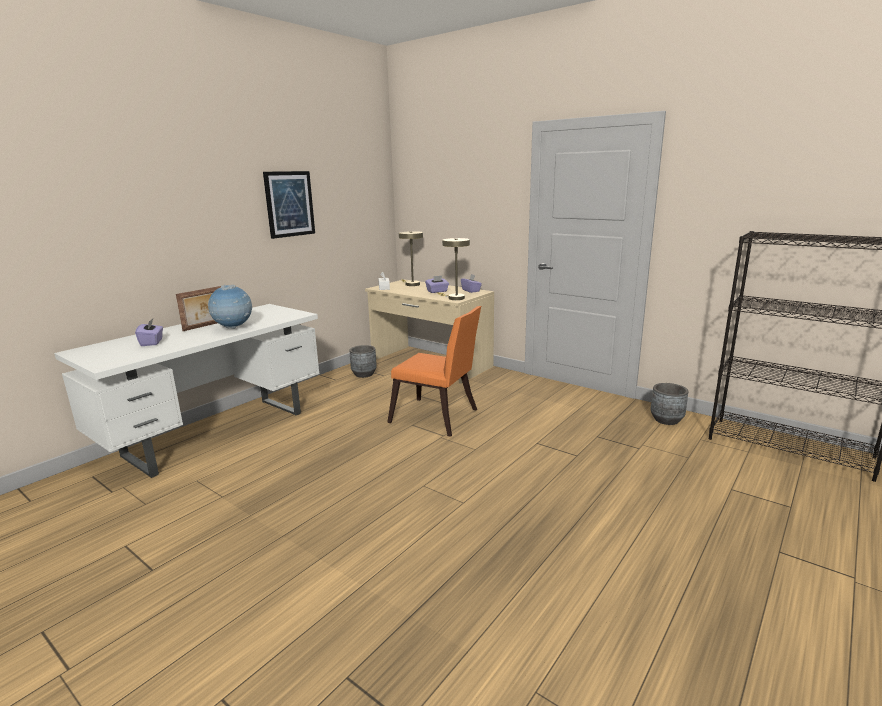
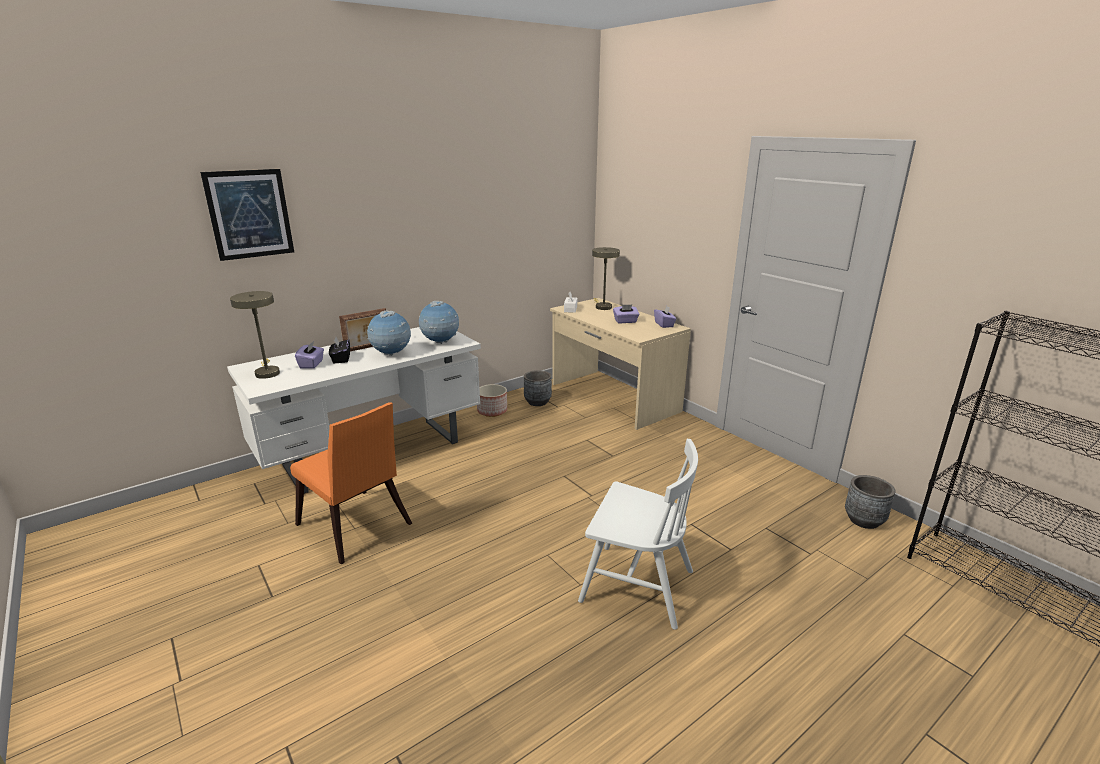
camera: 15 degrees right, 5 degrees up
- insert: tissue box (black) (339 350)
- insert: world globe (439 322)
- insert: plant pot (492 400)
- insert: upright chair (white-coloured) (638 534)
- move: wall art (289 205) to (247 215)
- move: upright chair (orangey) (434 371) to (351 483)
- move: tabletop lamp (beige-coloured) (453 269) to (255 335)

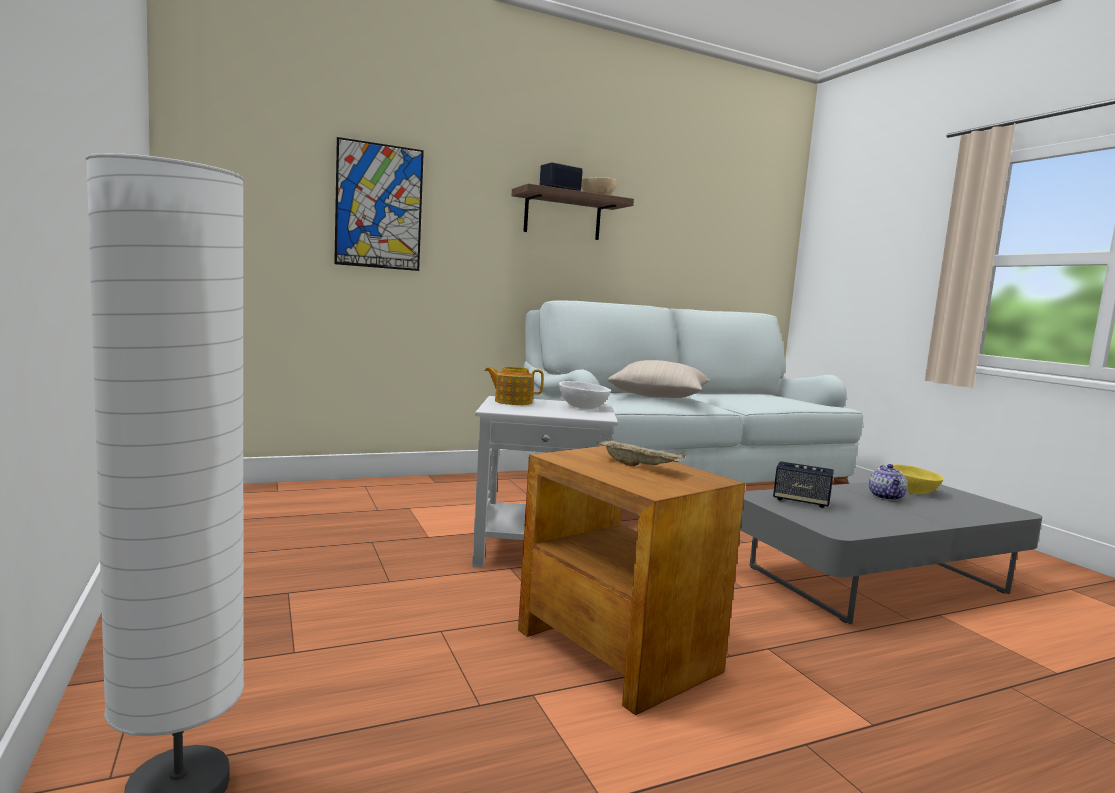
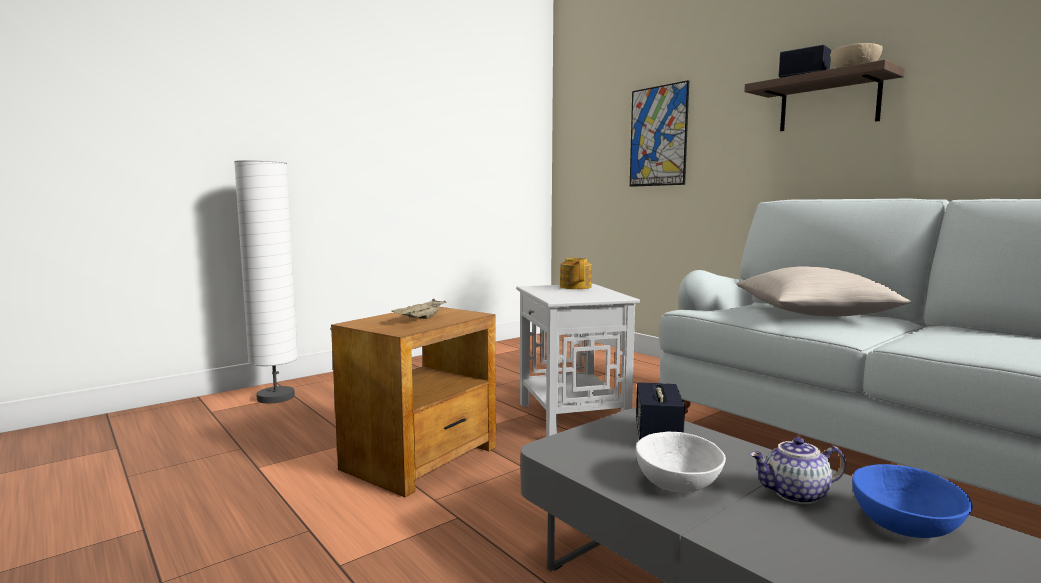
camera: 75 degrees right, 0 degrees up
- move: deep dish (white-coloured) (585 395) to (681 462)
- recolor: deep dish (yellowish) (918 479) to deep dish (blue-coloured) (912 501)

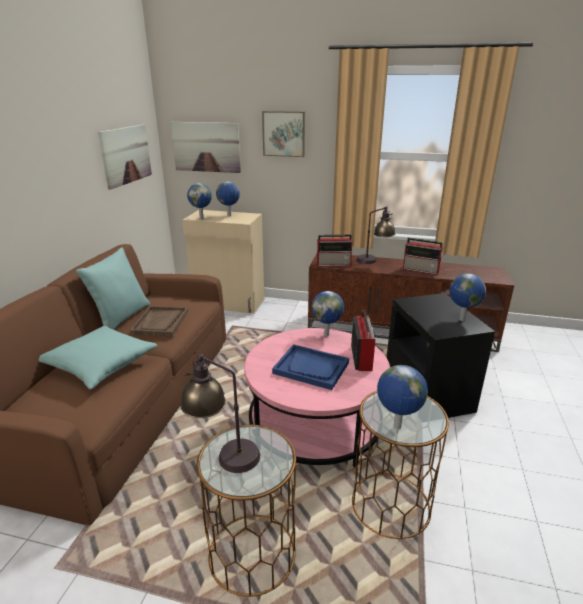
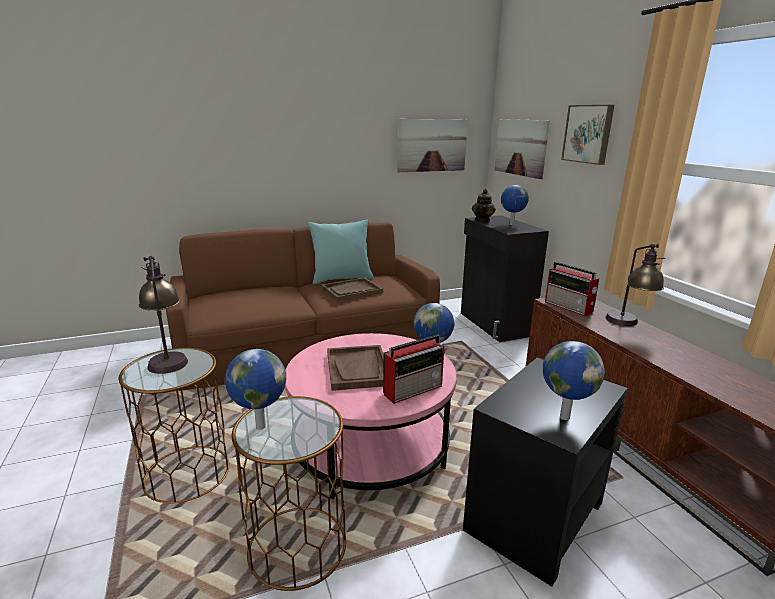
camera: 55 degrees right, 5 degrees down
- delete: pillow (turquoise-coloured) (98 358)
- delete: radio set (423 256)
- replace: world globe (199 201) to pot for tea (484 205)
- recolor: cabinet (beige-coloured) (223 262) to cabinet (black) (505 278)
- recolor: serving tray (blue-coloured) (310 367) to serving tray (brownish) (355 368)

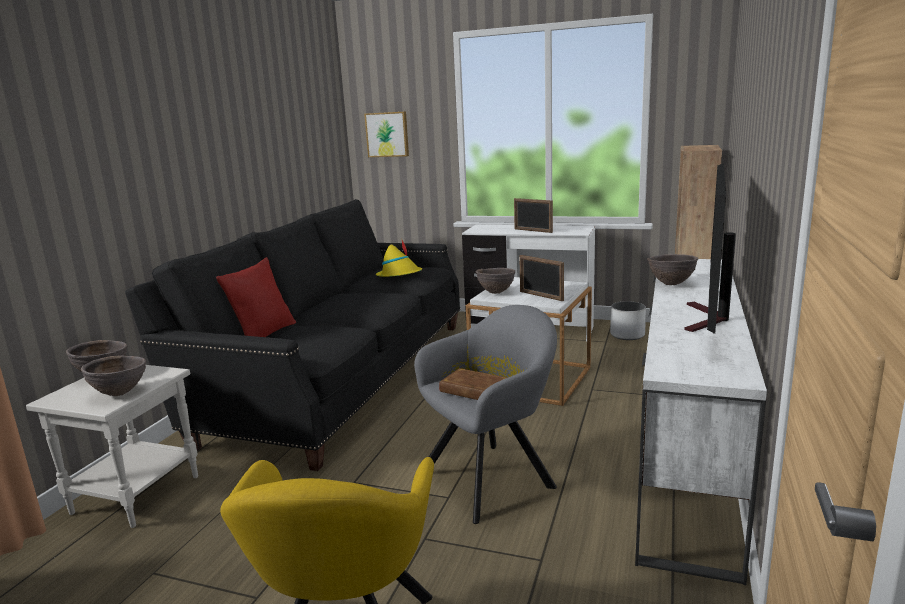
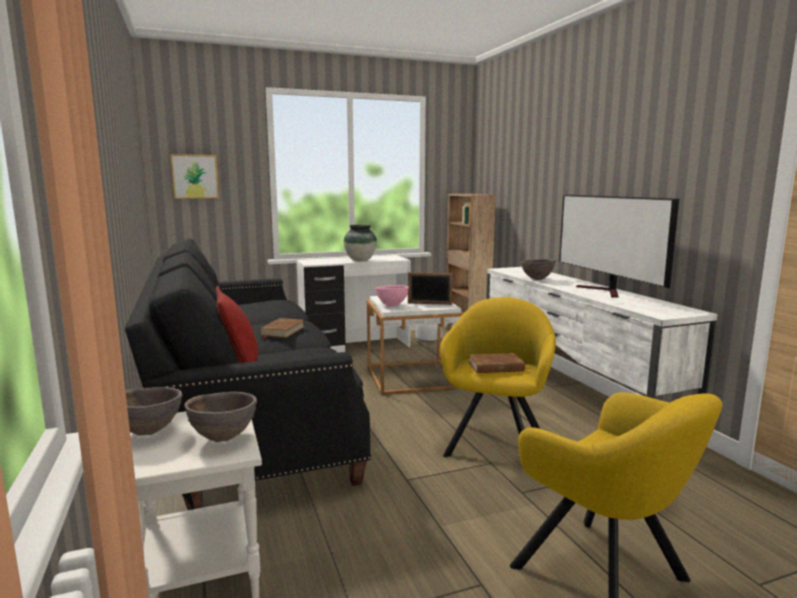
camera: 40 degrees left, 5 degrees down
- delete: clothing hat (yellowish) (399 258)
- insert: volume (brownish) (282 328)
- replace: standing frame (533 215) to vase (360 243)
- recolor: lounge chair (greyish) (485 414) to lounge chair (yellowish) (498 377)
- recolor: deep dish (brownish) (495 281) to deep dish (pinkish) (392 296)

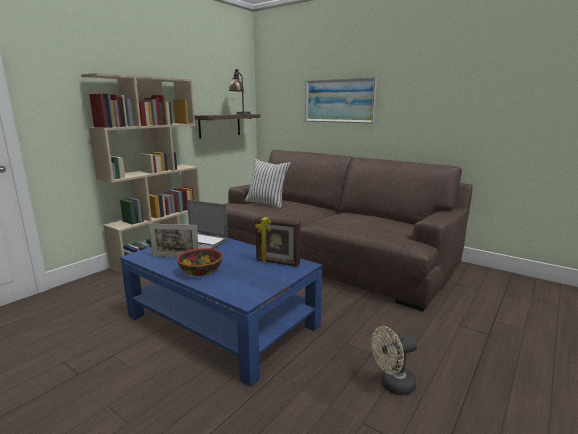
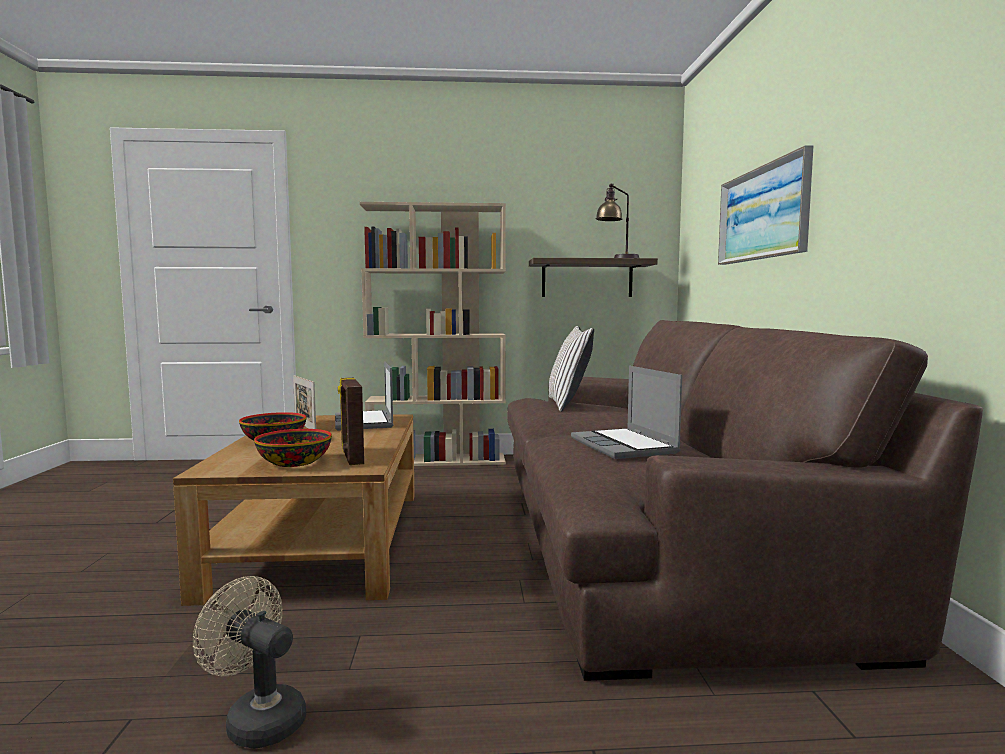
camera: 50 degrees right, 10 degrees down
- insert: deep dish (293 448)
- insert: laptop (626 412)
- recolor: lounge table (blue-coloured) (221 312) to lounge table (brownish) (294 510)

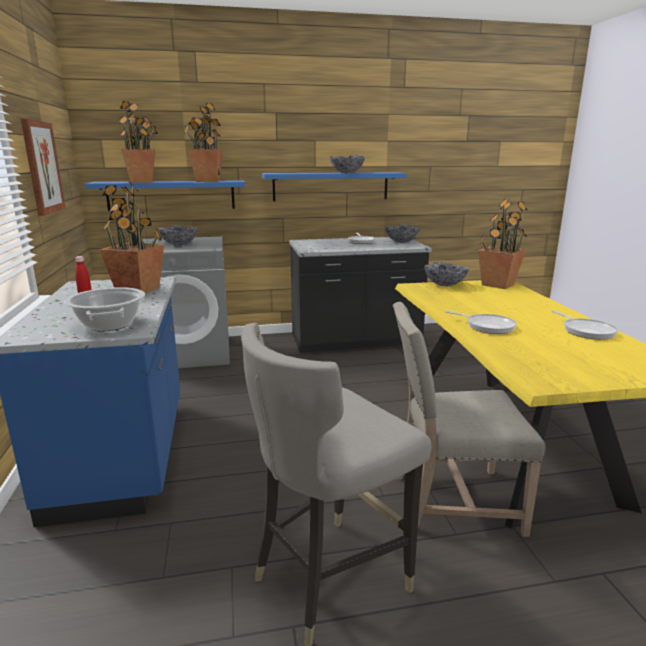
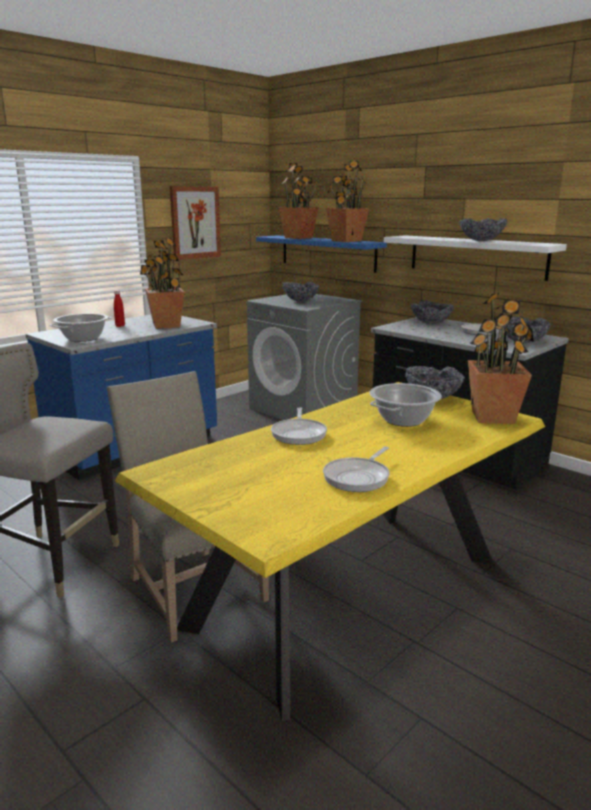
camera: 55 degrees right, 0 degrees up
- insert: saucepot (406 405)
- insert: deep dish (432 312)
- recolor: shelf (blue-coloured) (334 186) to shelf (white-coloured) (475 258)

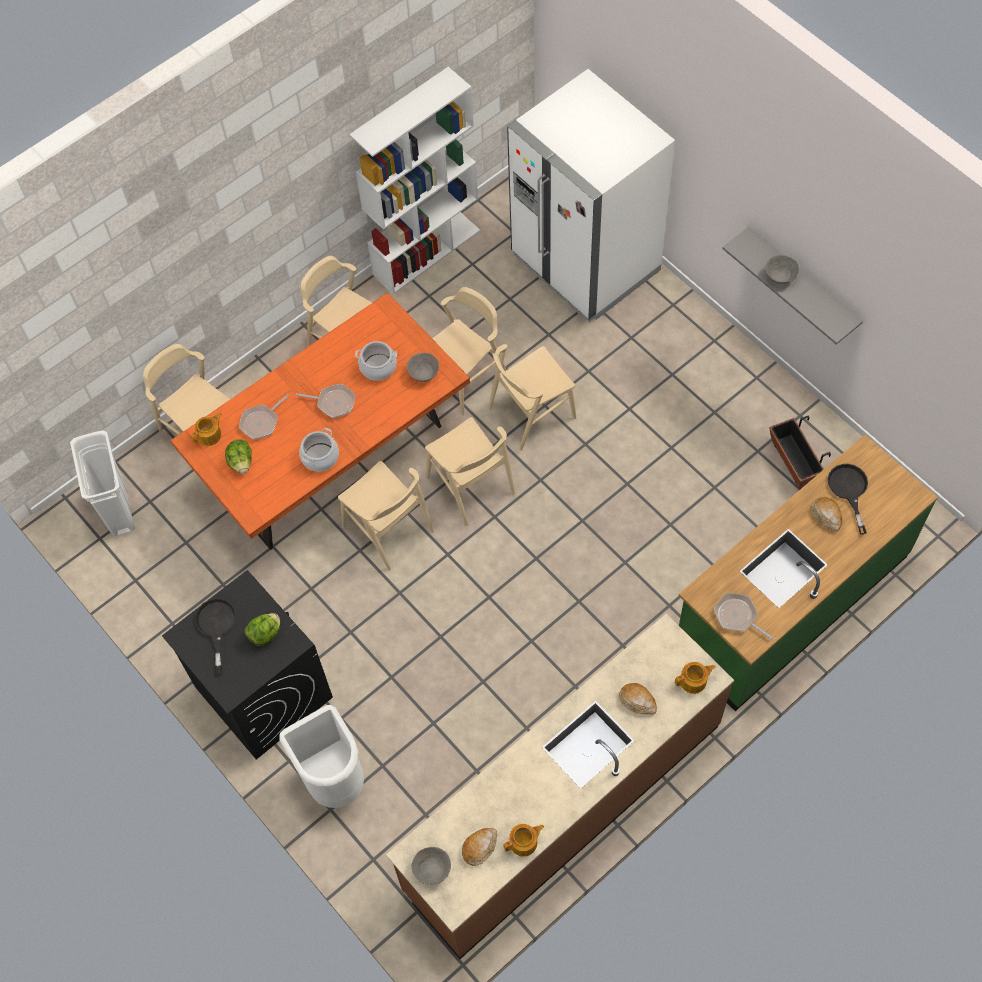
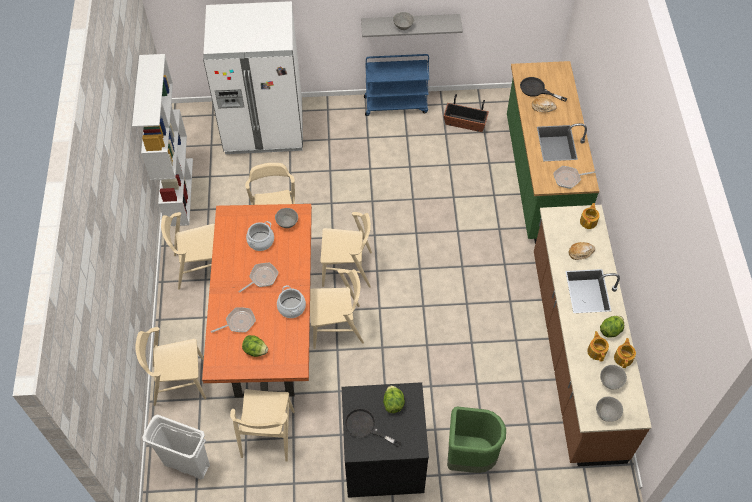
camera: 55 degrees left, 5 degrees down
- insert: trolley (blue-coloured) (396 85)
- insert: head of lettuce (612 327)
- move: pot for tea (206 429) to (598 346)
- move: upright chair (beige-coloured) (532 397) to (262 425)
- replace: baked bread (479 847) to deep dish (greyish) (613 377)
- recolor: rubbish bin (white-coloured) (321 756) to rubbish bin (greenish) (476 439)
- rotate: pan (264 417) = (233 320) 105 degrees counterclockwise

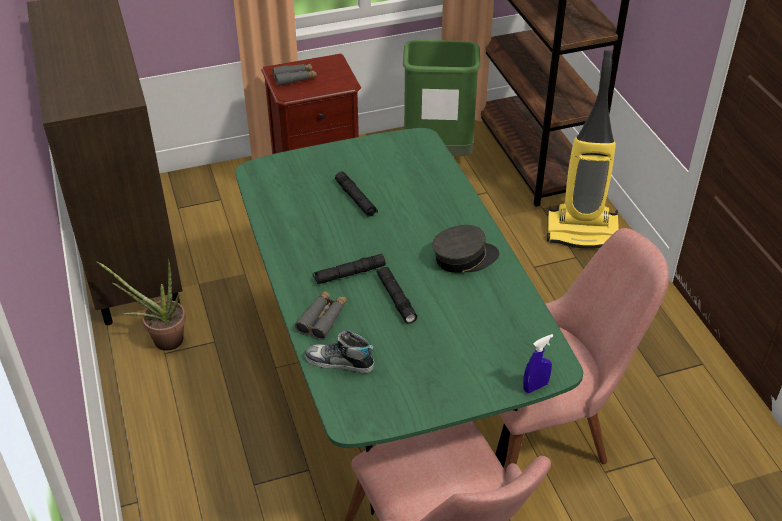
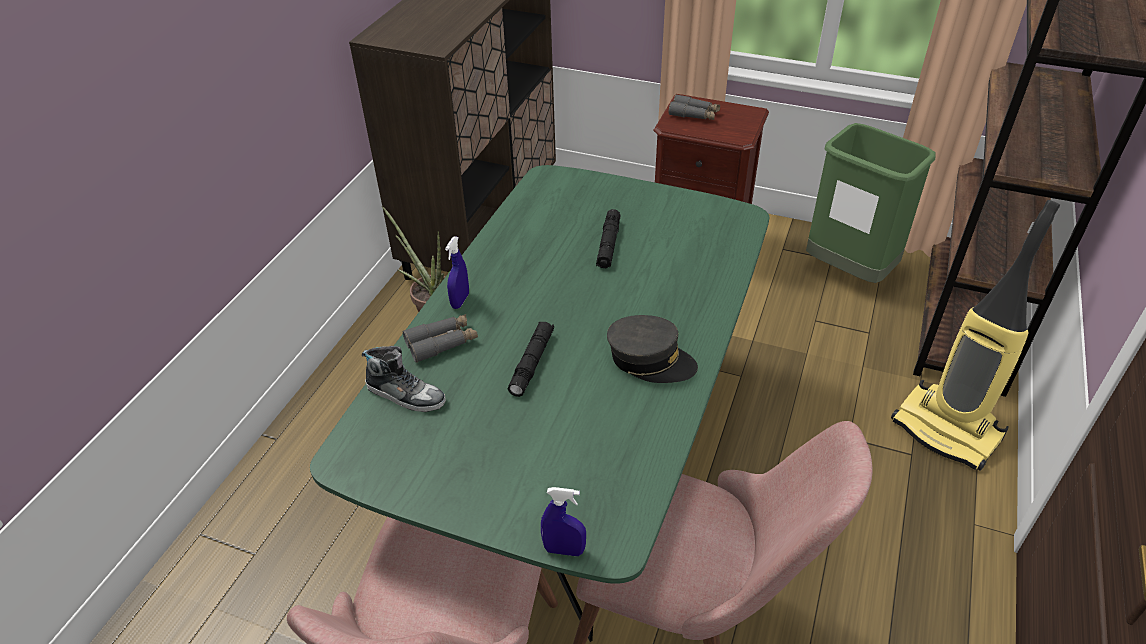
camera: 40 degrees right, 0 degrees up
- delete: torch (black) (349 269)
- insert: spray bottle (blue-coloured) (457 272)
- rotate: low shoe (339 352) = (404 379) 150 degrees clockwise

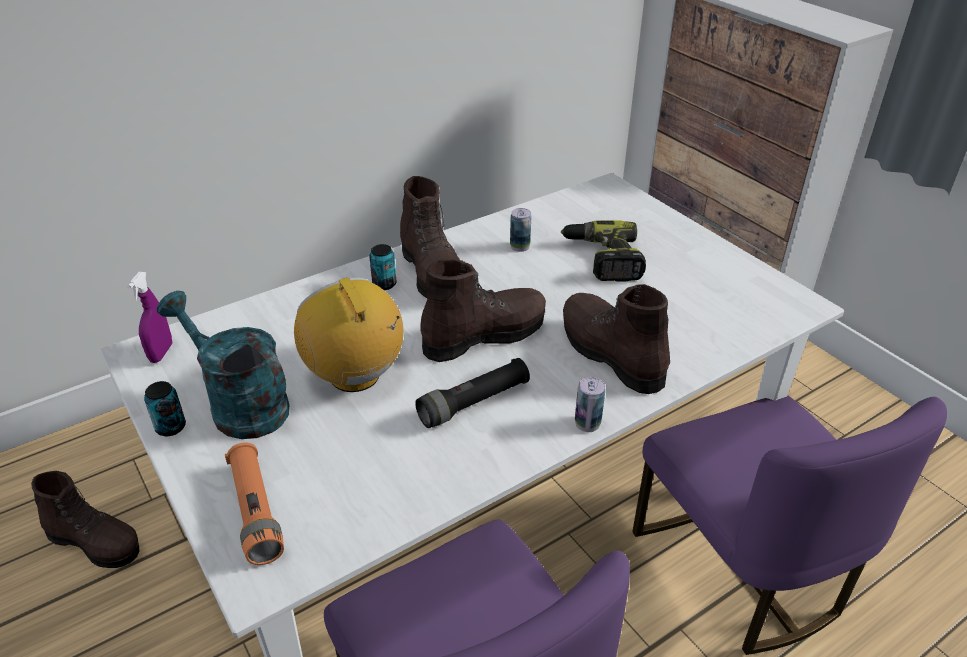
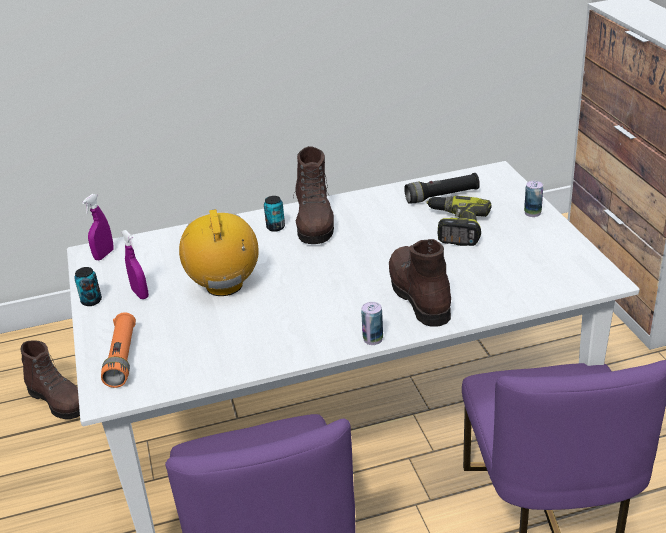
camera: 20 degrees right, 5 degrees down
- delete: tall boot (brownish) (483 310)
- move: torch (black) (472 393) to (442 188)
- move: sealed can (520 230) to (533 199)
- replace: sprinkling can (turquoise-coloured) (222 365) to spray bottle (purple) (135 264)

